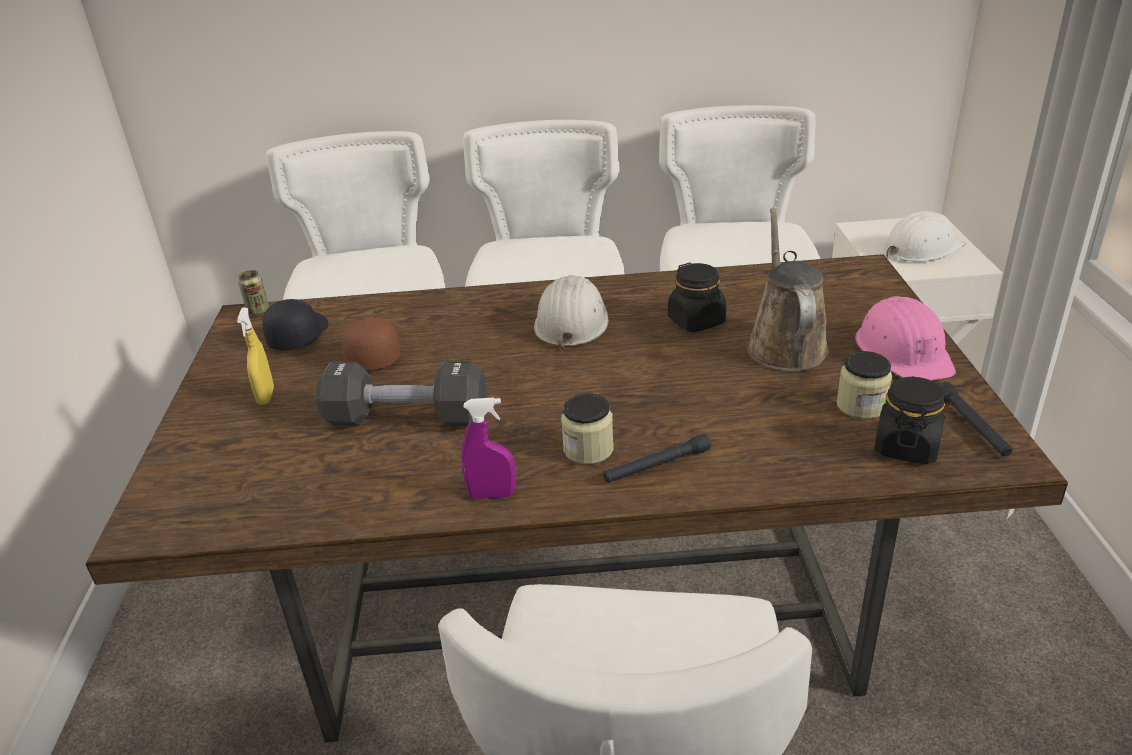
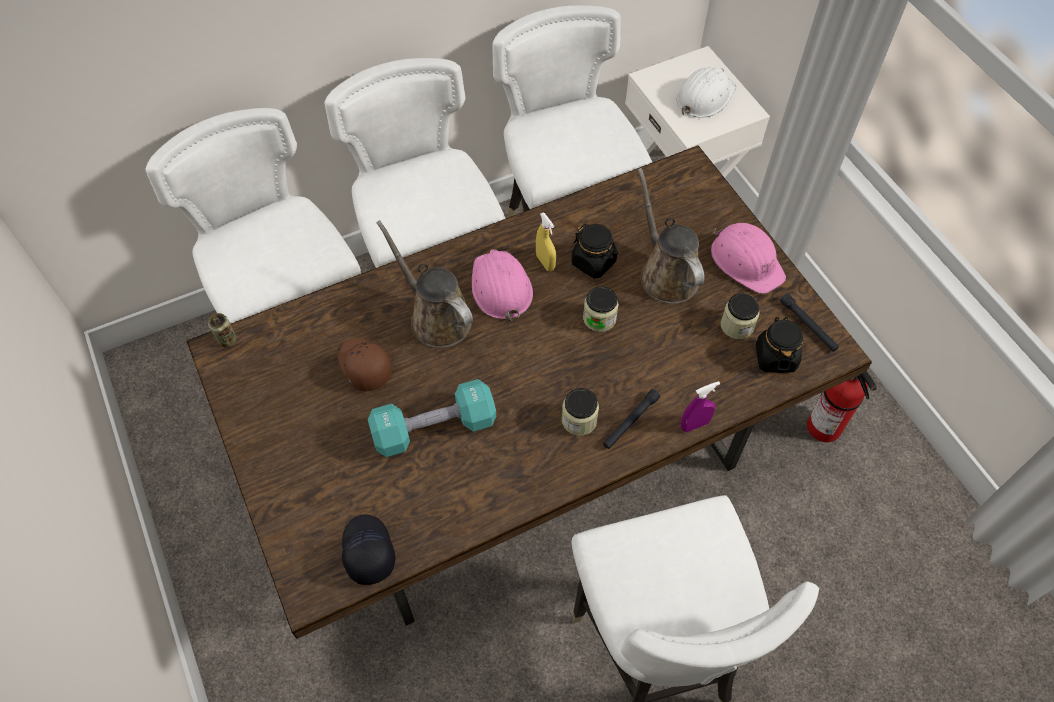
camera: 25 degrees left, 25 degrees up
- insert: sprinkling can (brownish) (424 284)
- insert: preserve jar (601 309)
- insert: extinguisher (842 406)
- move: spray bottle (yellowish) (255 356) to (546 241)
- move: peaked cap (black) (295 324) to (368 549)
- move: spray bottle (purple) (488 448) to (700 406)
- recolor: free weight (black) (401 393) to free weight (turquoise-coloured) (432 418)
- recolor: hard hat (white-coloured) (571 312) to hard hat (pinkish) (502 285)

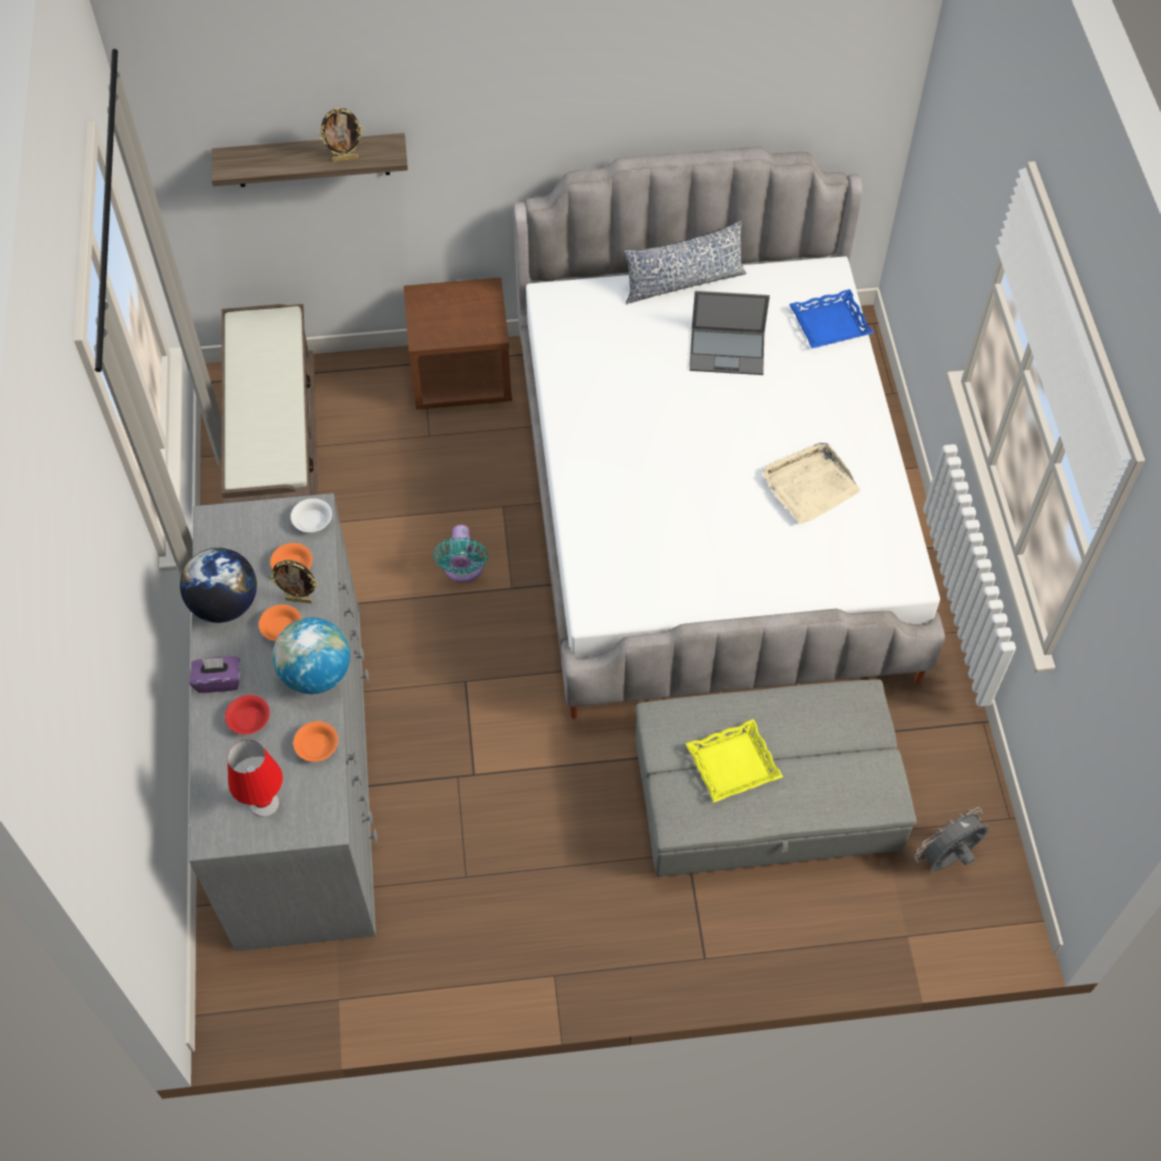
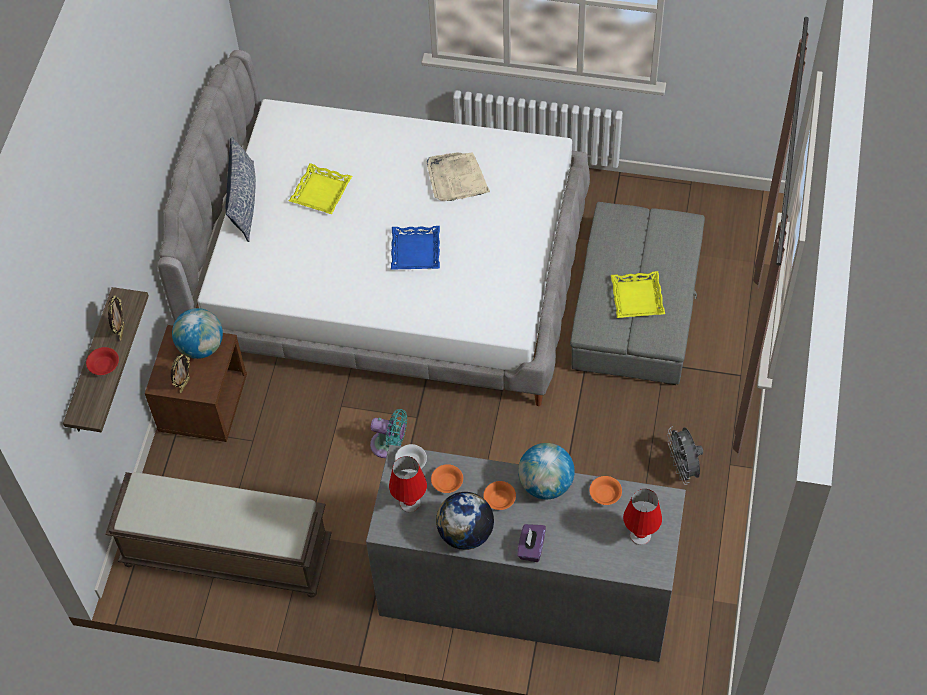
camera: 70 degrees left, 0 degrees up
- insert: world globe (197 333)
- insert: tabletop lamp (red-coloured) (408 484)
- move: deep dish (red-coloured) (247 715) to (102 361)
- move: standing frame (293 581) to (180 373)
- move: serving tray (blue-coloured) (831 319) to (415 248)
- move: cooling fan (greyish) (951 839) to (685 455)
- replace: laptop (729 333) to serving tray (yellowish) (320 188)

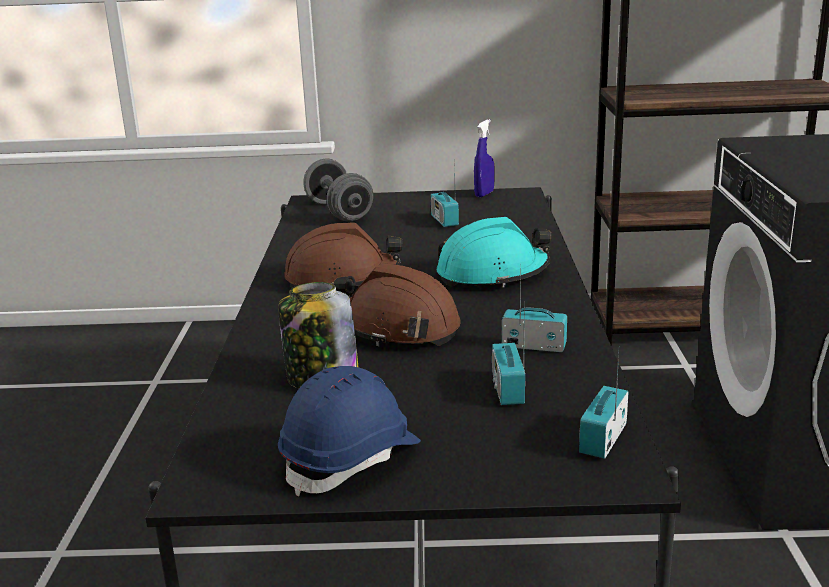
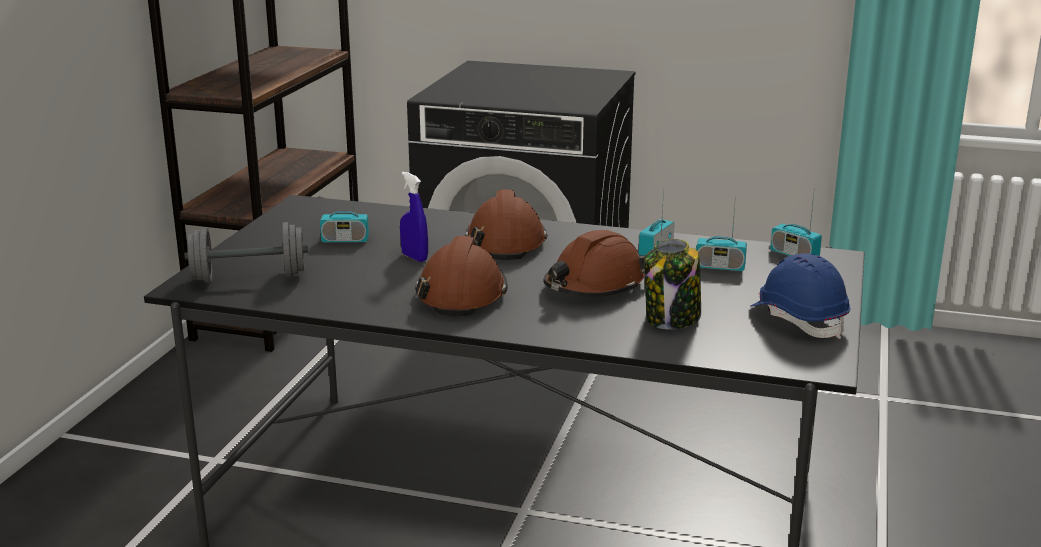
camera: 75 degrees left, 0 degrees up
- move: spray bottle (blue-coloured) (484 158) to (414 217)
- recolor: hard hat (turquoise-coloured) (494 252) to hard hat (brownish) (506 225)

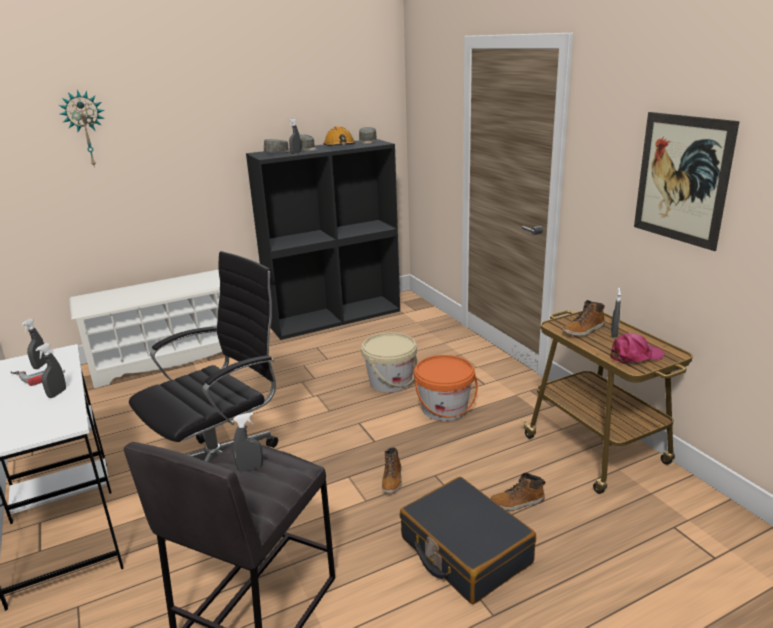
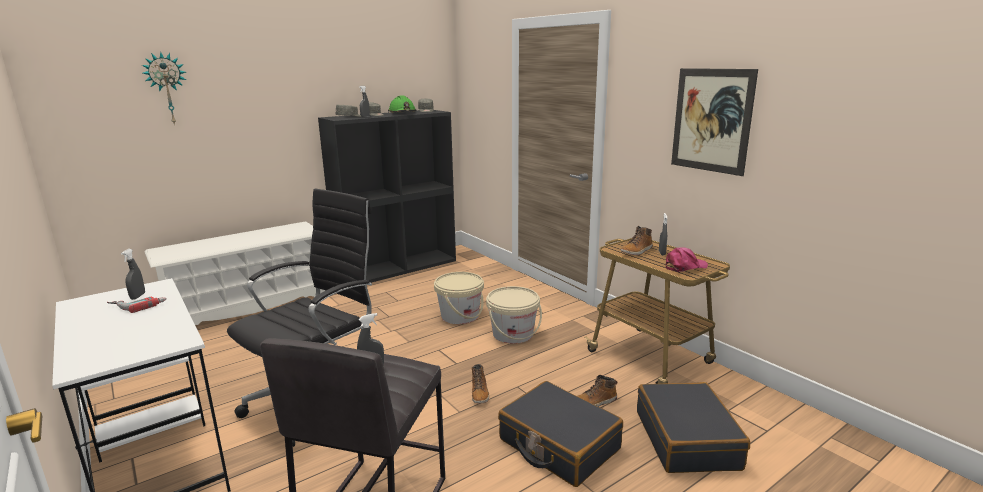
camera: 10 degrees left, 5 degrees down
- delete: spray bottle (greyish) (50 370)
- insert: suitcase (black) (693 427)
- recolor: hard hat (orangey) (339 136) to hard hat (greenish) (402 103)
- recolor: bucket (orangey) (446 388) to bucket (beige-coloured) (514 315)

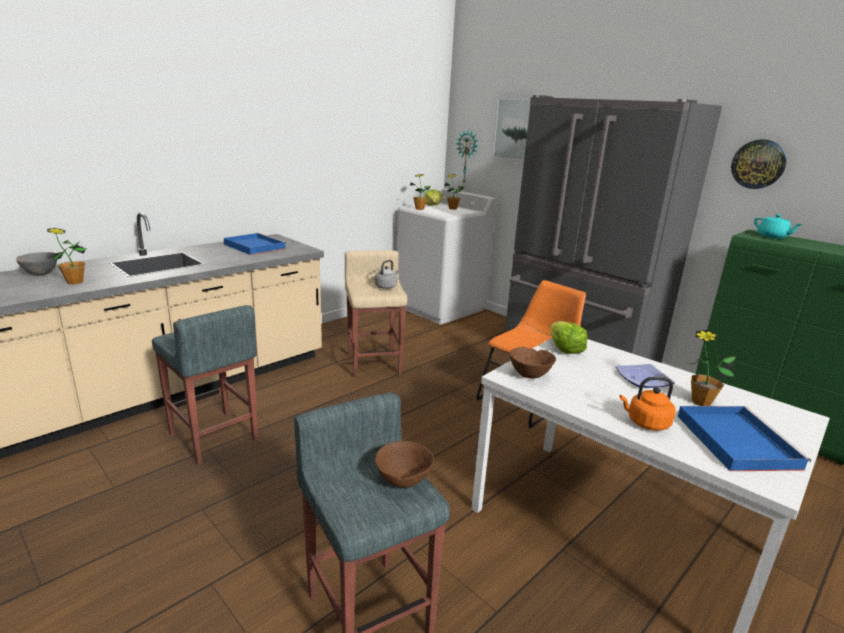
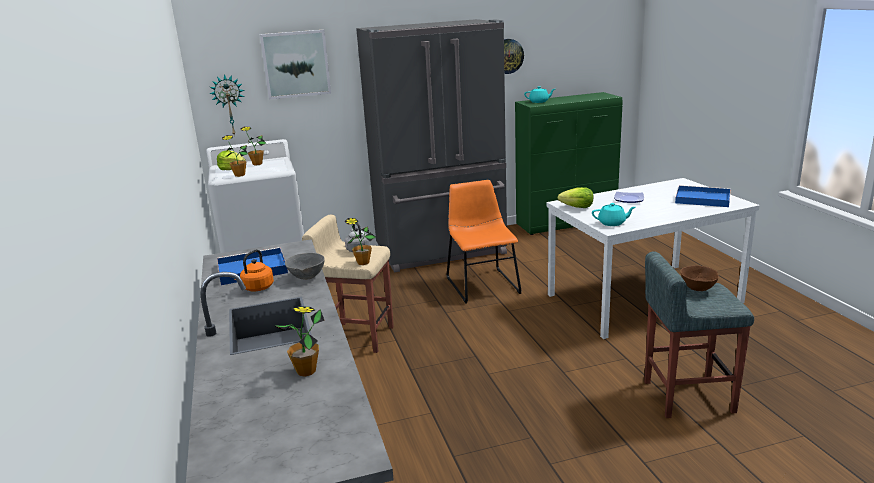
camera: 60 degrees left, 0 degrees up
- delete: sitting stool (greyish) (205 385)
- move: deep dish (greyish) (37 263) to (305 266)
- move: water kettle (orangey) (647 404) to (257 270)
- move: houseplant (712 368) to (359 241)
- replace: deep dish (brownish) (533 362) to pot for tea (turquoise-coloured) (613 214)

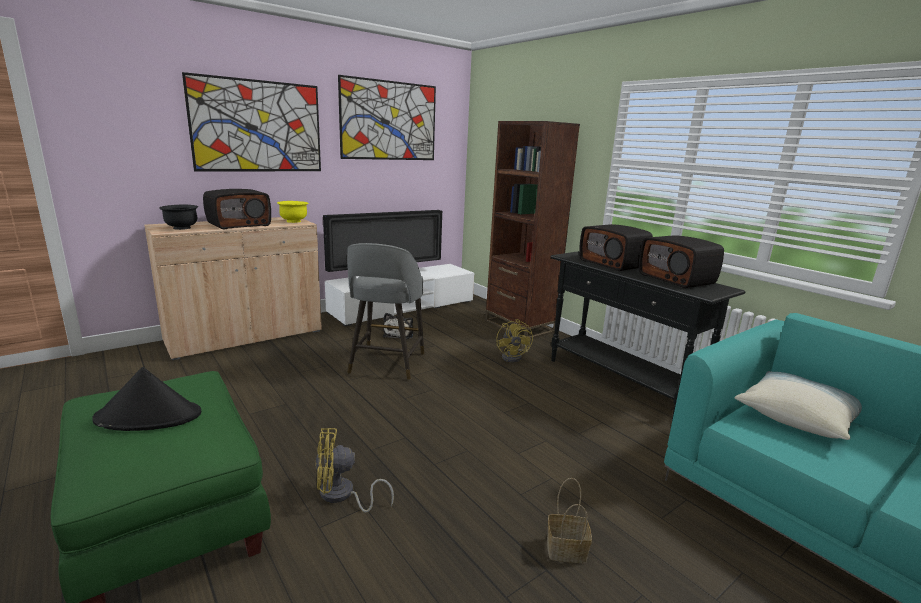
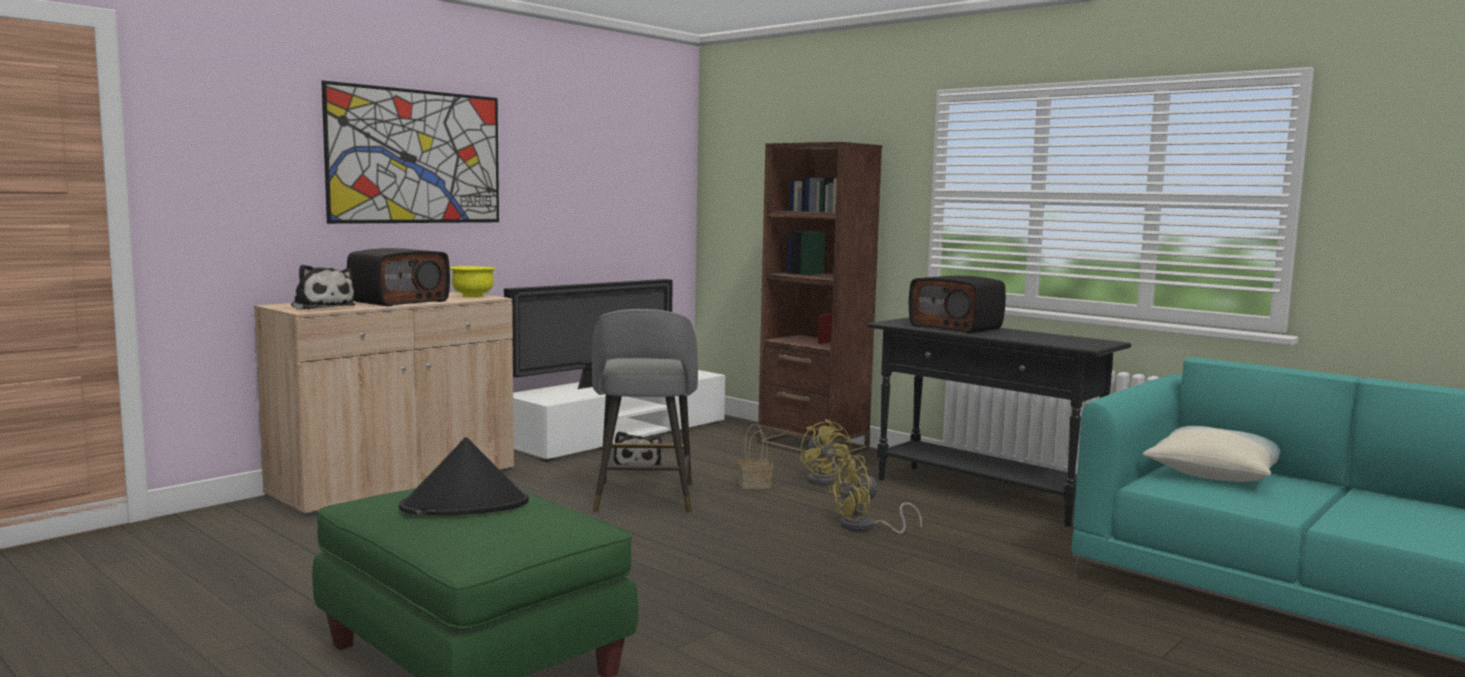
camera: 10 degrees left, 10 degrees down
- delete: wall art (387 117)
- delete: radio set (681 261)
- move: cooling fan (yellowish) (354 470) to (875 494)
- move: household basket (569 520) to (756 456)
- replace: deep dish (black) (178 217) to soft toy (323 286)

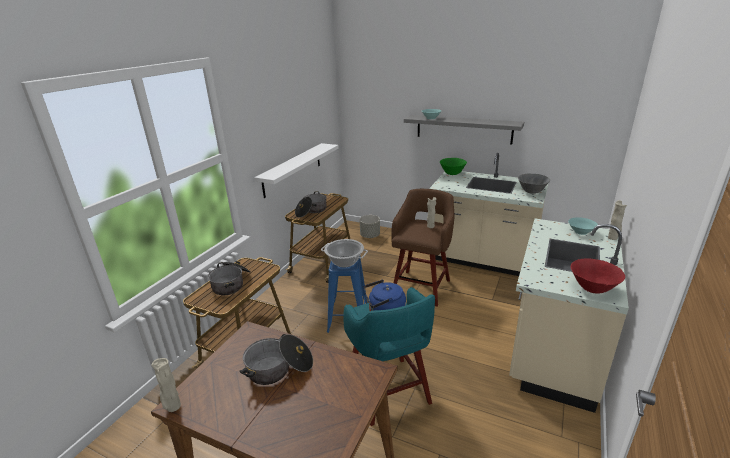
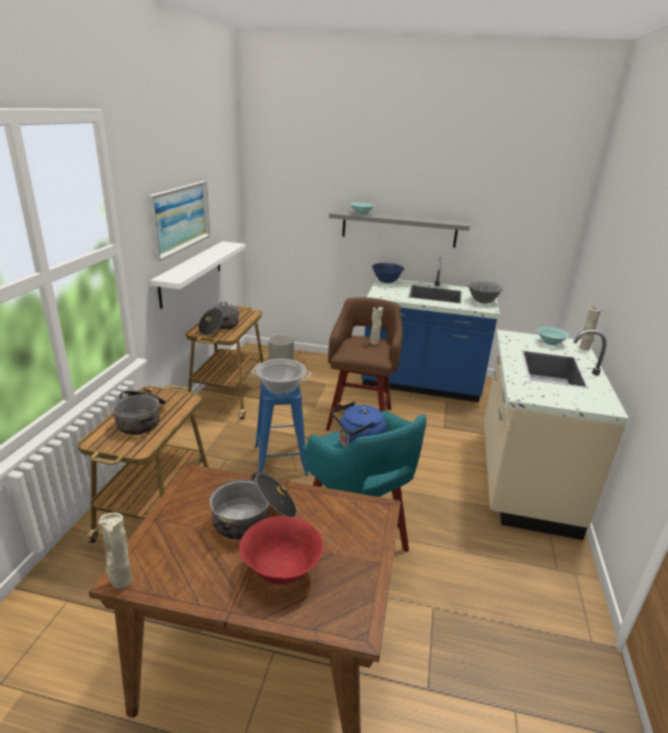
camera: 15 degrees left, 0 degrees up
- insert: wall art (179 221)
- move: deep dish (red-coloured) (598 276) to (281 550)
- recolor: counter (beige-coloured) (489 214) to counter (blue-coloured) (430 329)
- recolor: deep dish (greenish) (453 166) to deep dish (blue-coloured) (388 273)

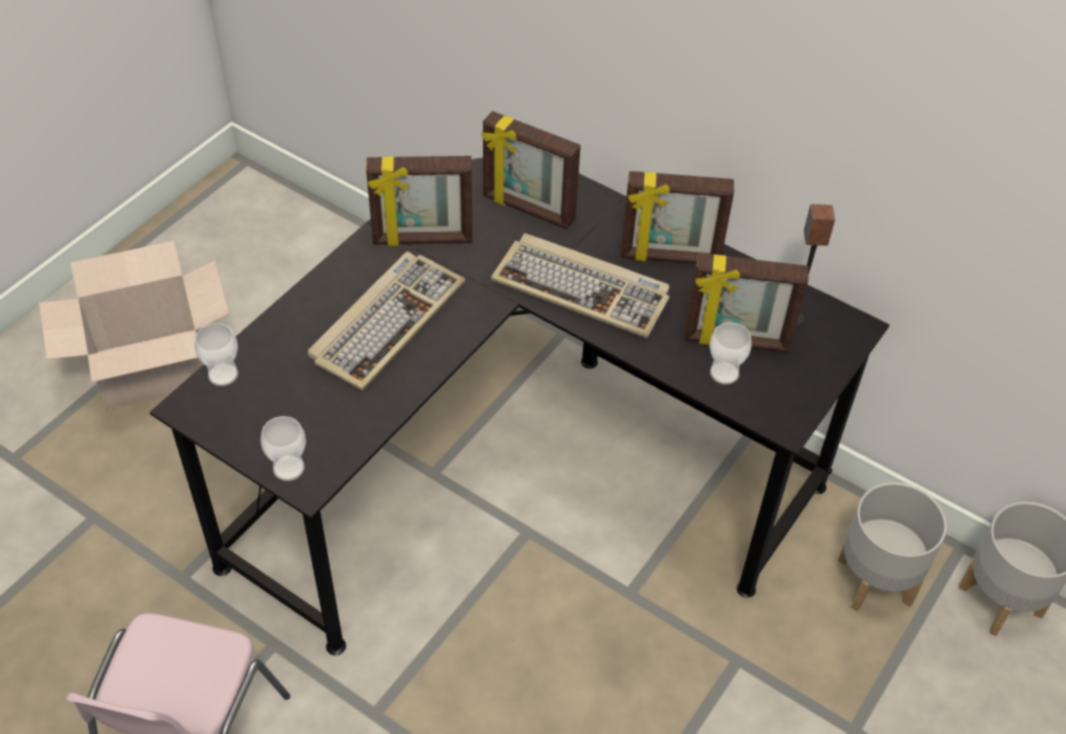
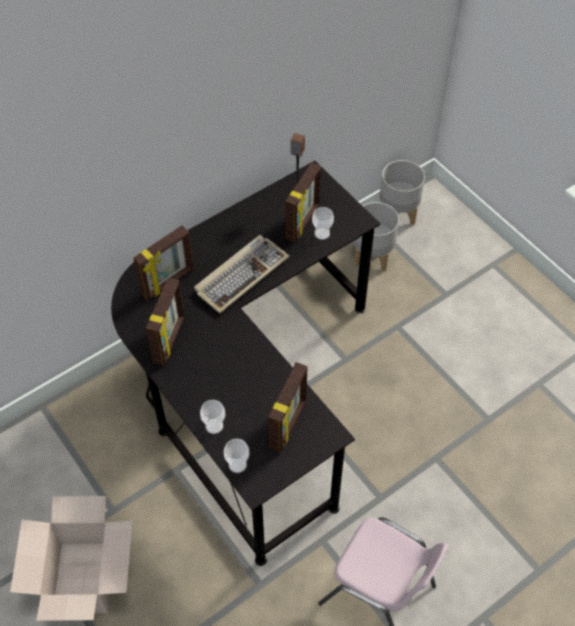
camera: 70 degrees left, 5 degrees up
- delete: PC keyboard (386 321)
- move: small cup (283 448) to (212 417)
- move: standing frame (677 217) to (288 407)

